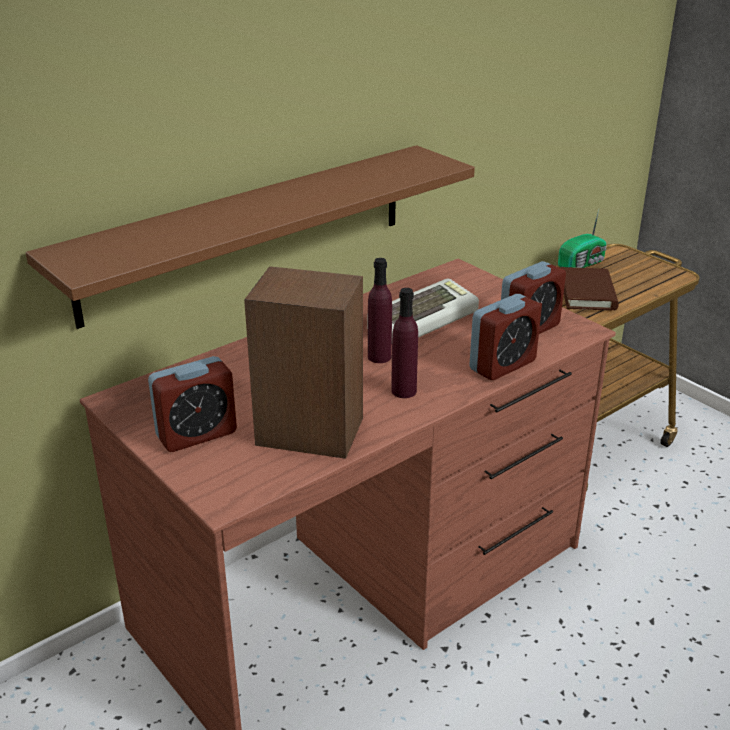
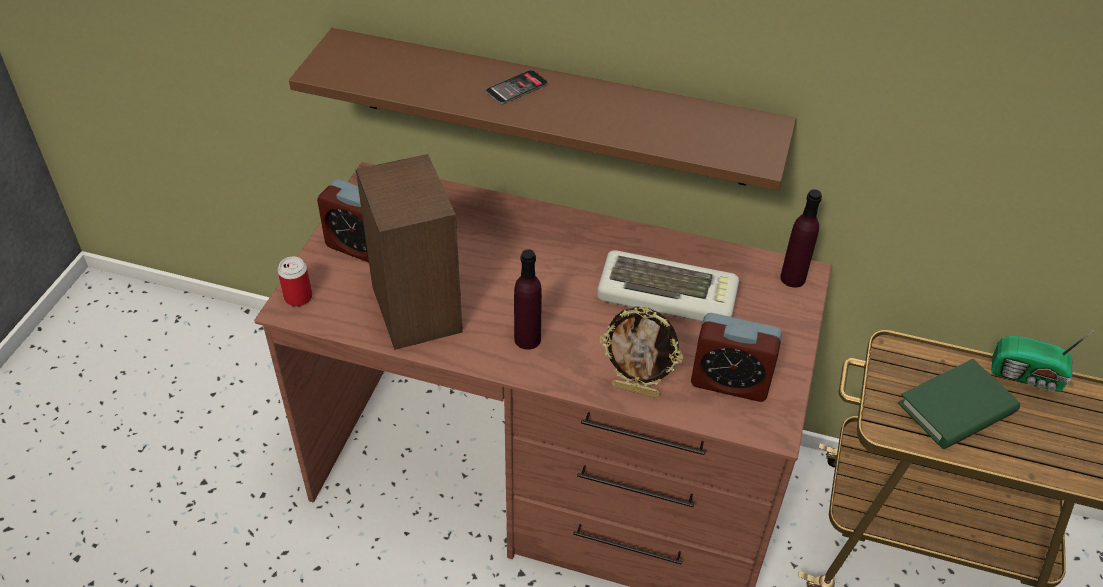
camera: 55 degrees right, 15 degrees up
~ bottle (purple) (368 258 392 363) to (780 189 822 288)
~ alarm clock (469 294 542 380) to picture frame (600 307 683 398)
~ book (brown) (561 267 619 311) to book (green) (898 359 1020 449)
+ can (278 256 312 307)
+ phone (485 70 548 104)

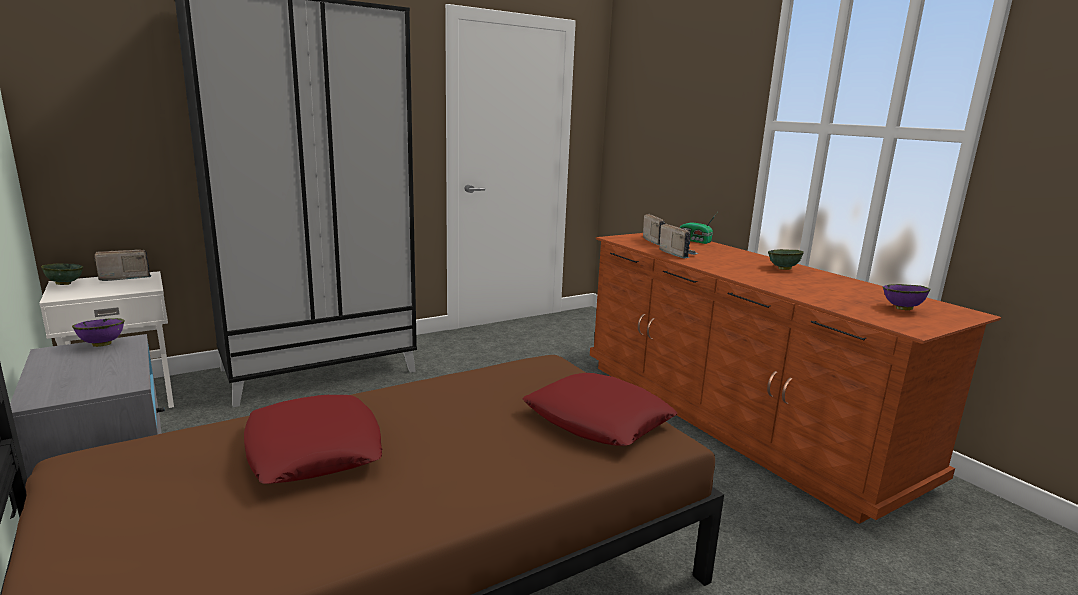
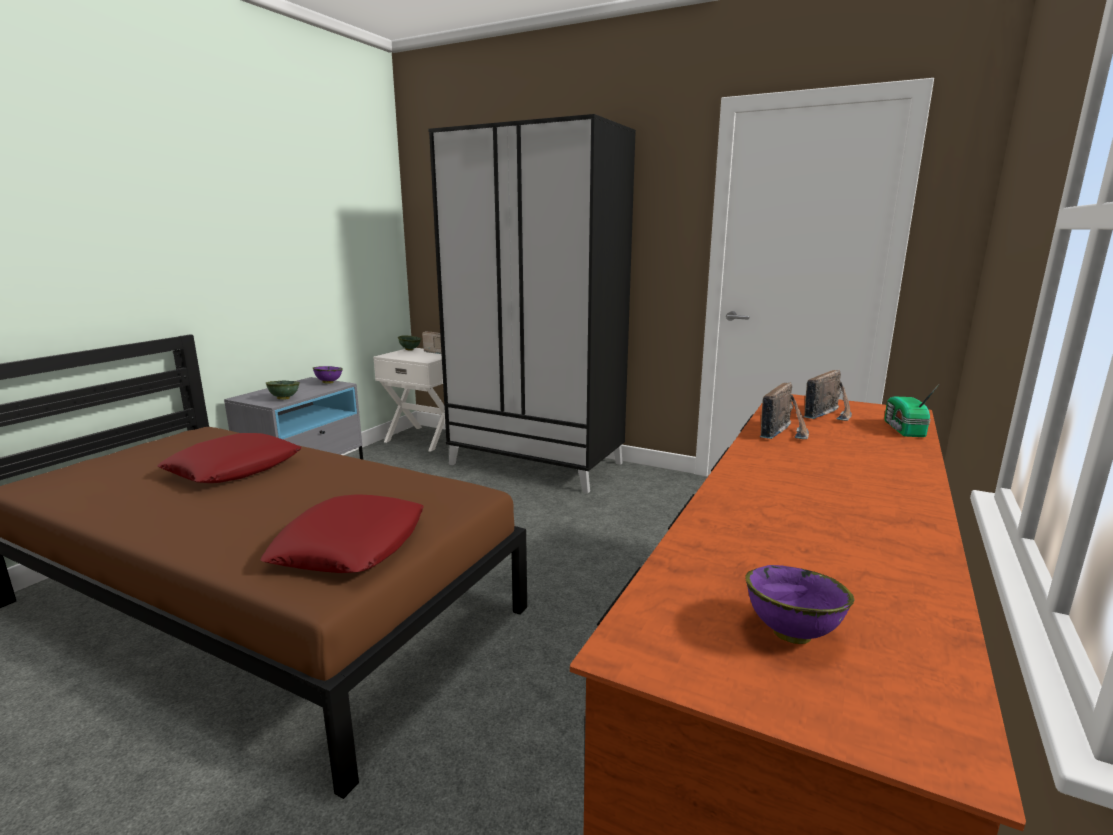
camera: 60 degrees right, 0 degrees up
~ bowl (green) (768 249 804 270) to (266 381 300 400)

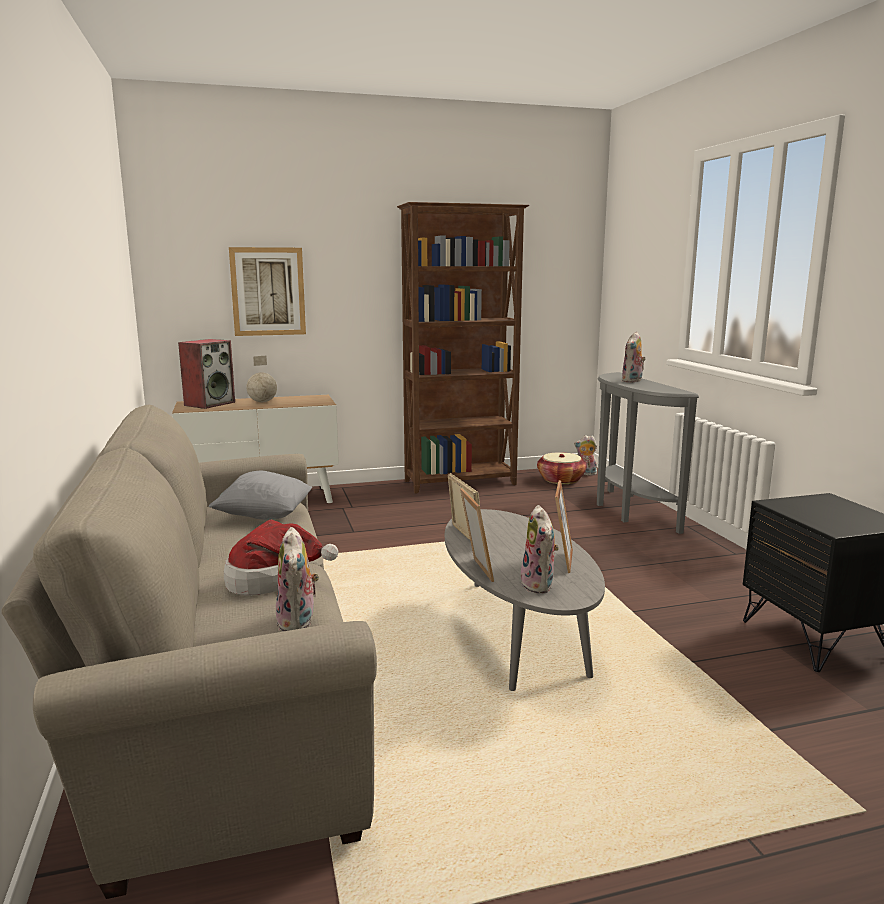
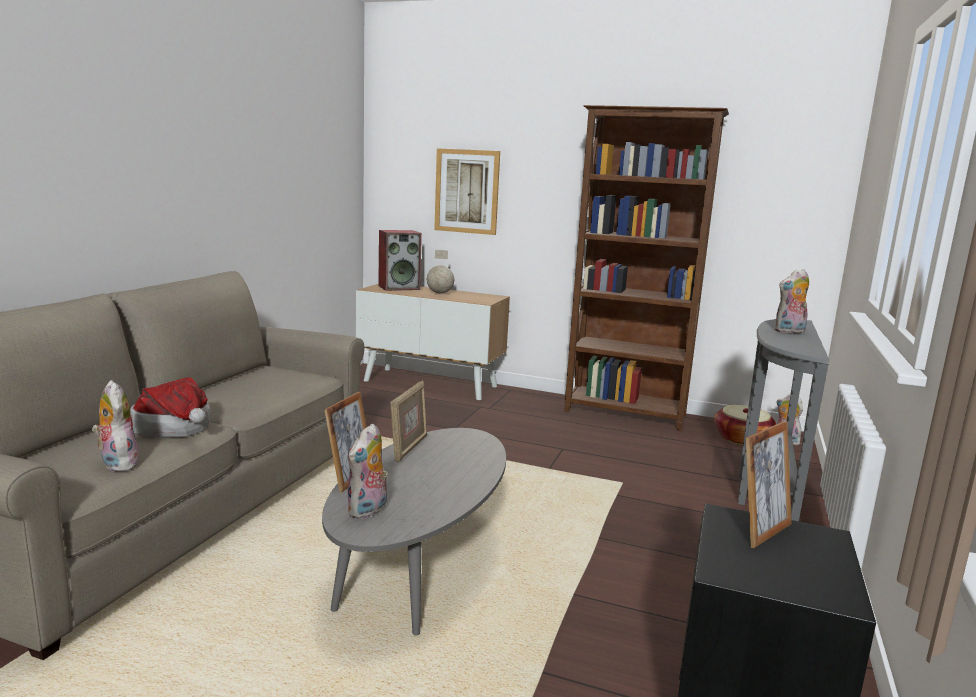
camera: 35 degrees right, 0 degrees up
- pillow (grey) (209 471 312 520)
~ plush toy (276 527 319 631) = (92 380 140 472) 120 degrees clockwise
~ picture frame (555 480 573 573) to (746 421 792 548)

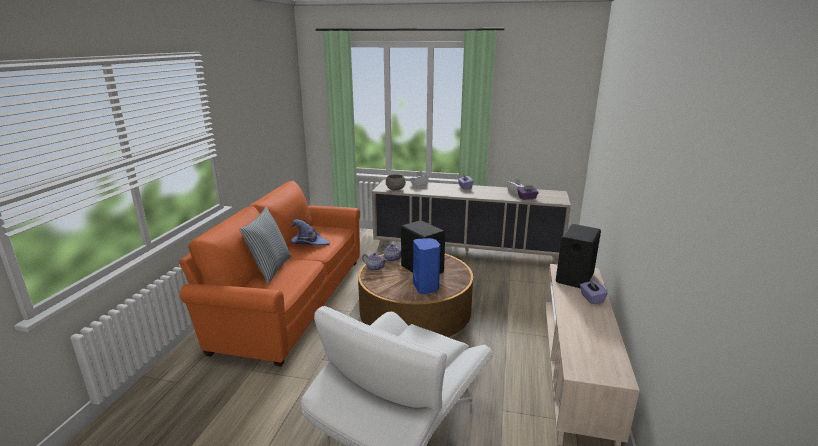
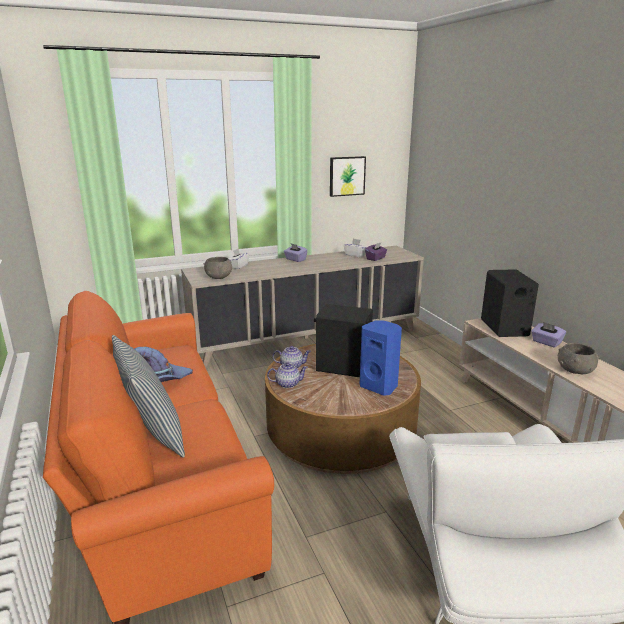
camera: 35 degrees left, 0 degrees up
+ picture (330 156 366 197)
+ bowl (grey) (558 343 600 374)

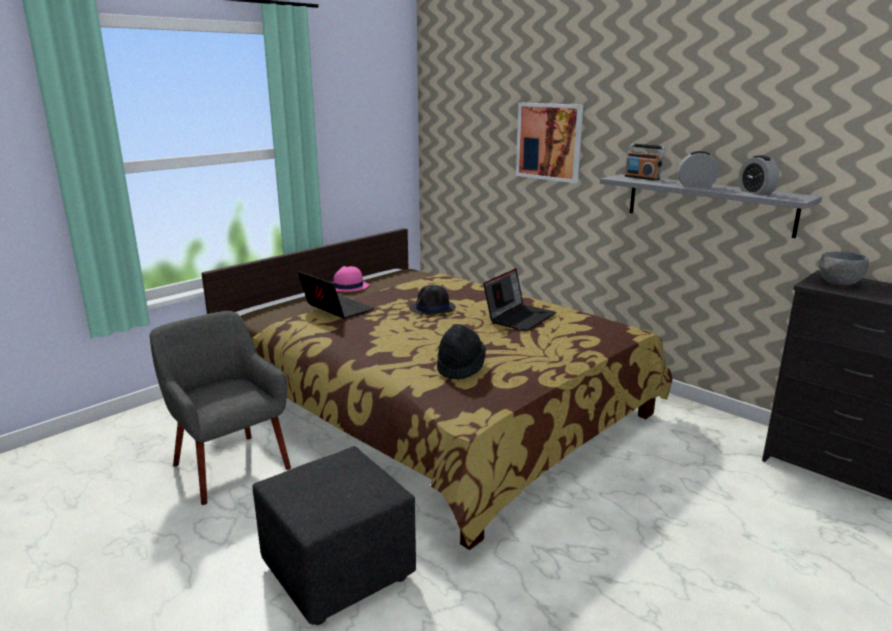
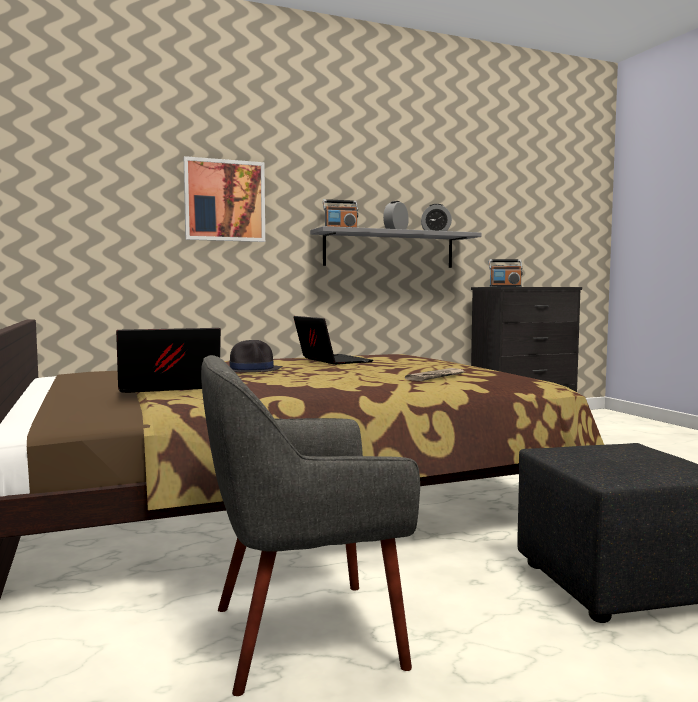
camera: 65 degrees left, 15 degrees down
- hat (pink) (332 266 369 292)
~ hat (black) (437 324 486 380) to newspaper (405 368 465 381)
~ bowl (grey) (819 251 869 286) to radio (489 259 523 287)

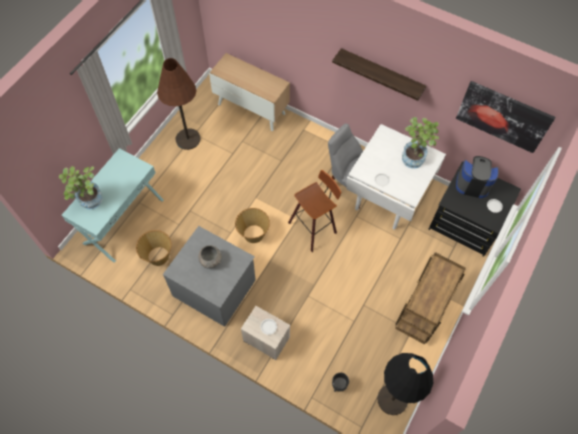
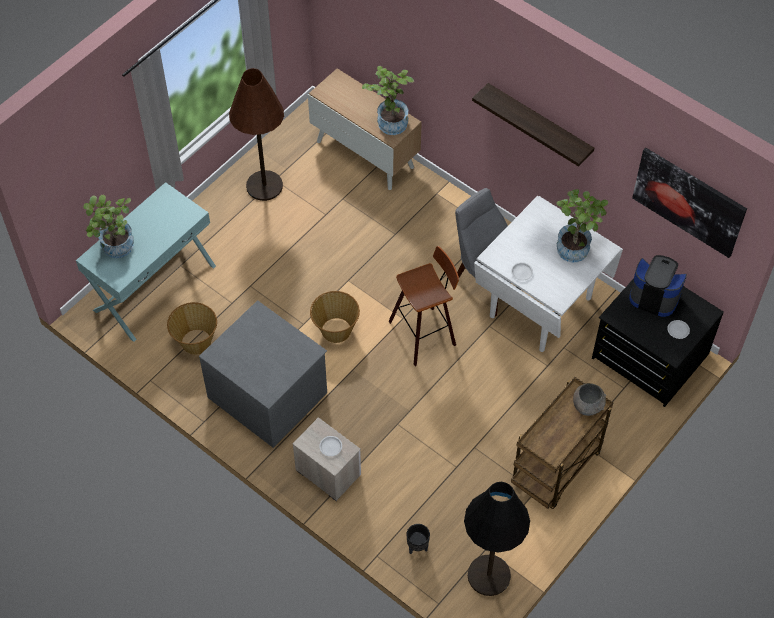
camera: 10 degrees right, 5 degrees down
~ bowl (grey) (198 245 221 269) to (573 383 606 416)
+ potted plant (362 66 414 135)

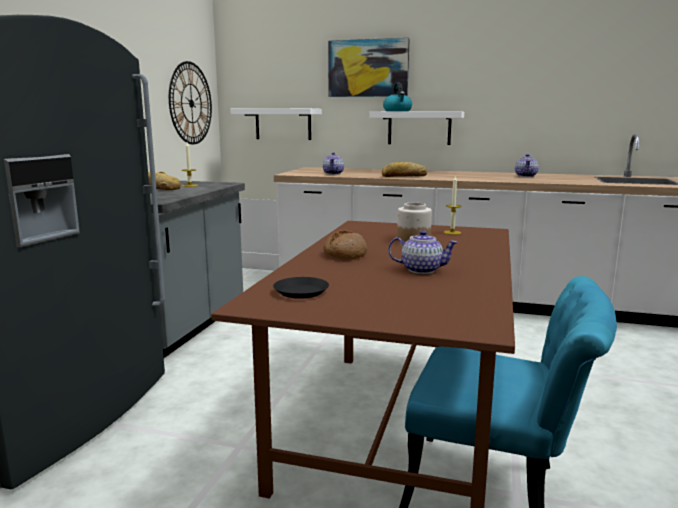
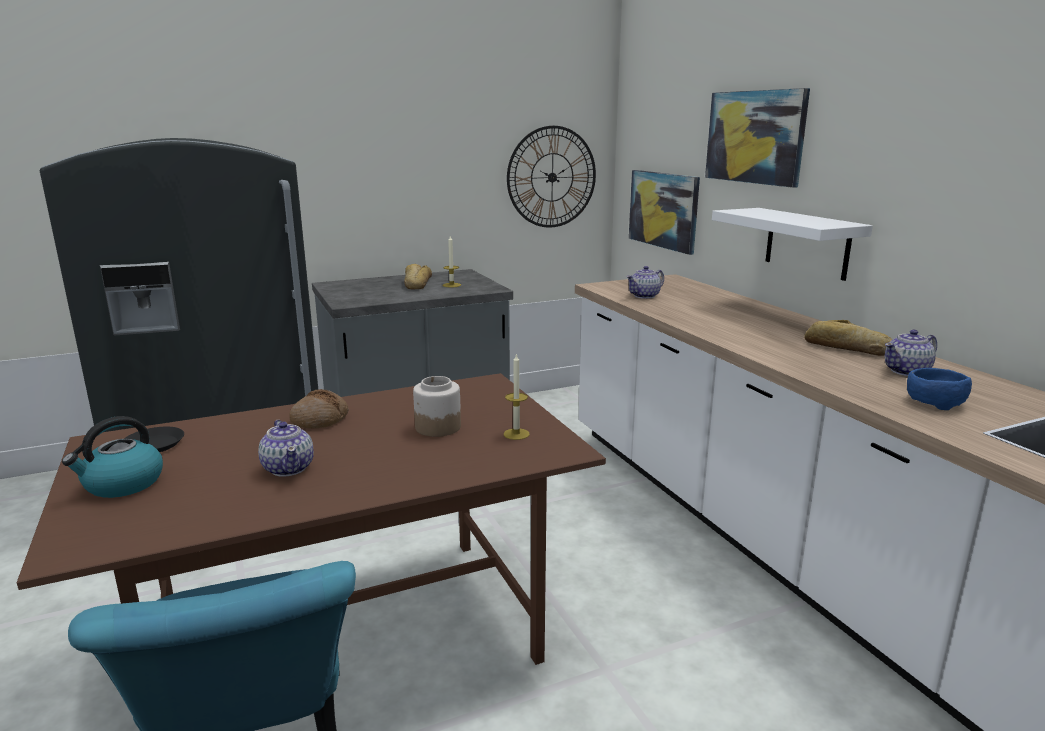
camera: 50 degrees right, 5 degrees up
~ shelf (white) (231 108 322 140) to picture (629 170 700 255)
~ bread (382 162 427 177) to (804 320 893 356)
~ kettle (383 83 412 111) to (62 416 163 498)
+ bowl (blue) (907 368 972 410)

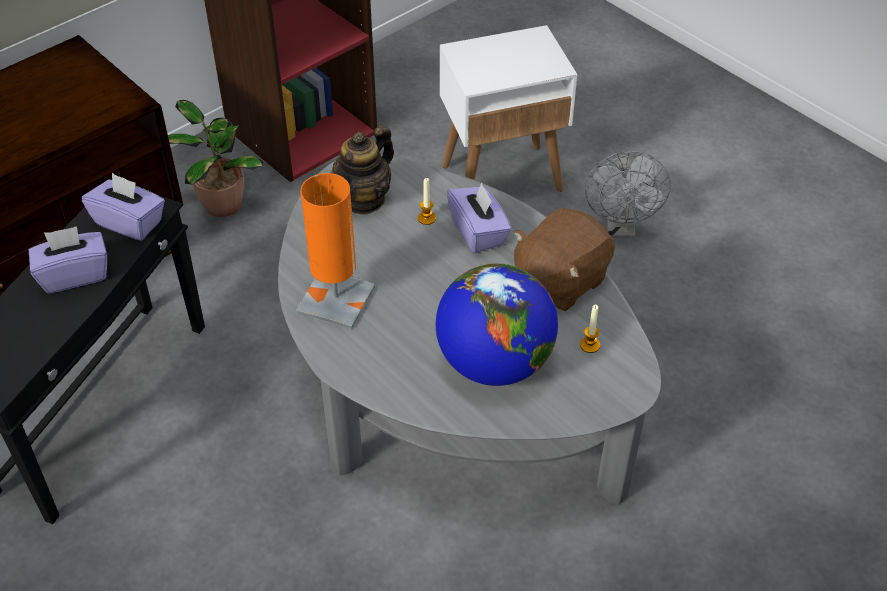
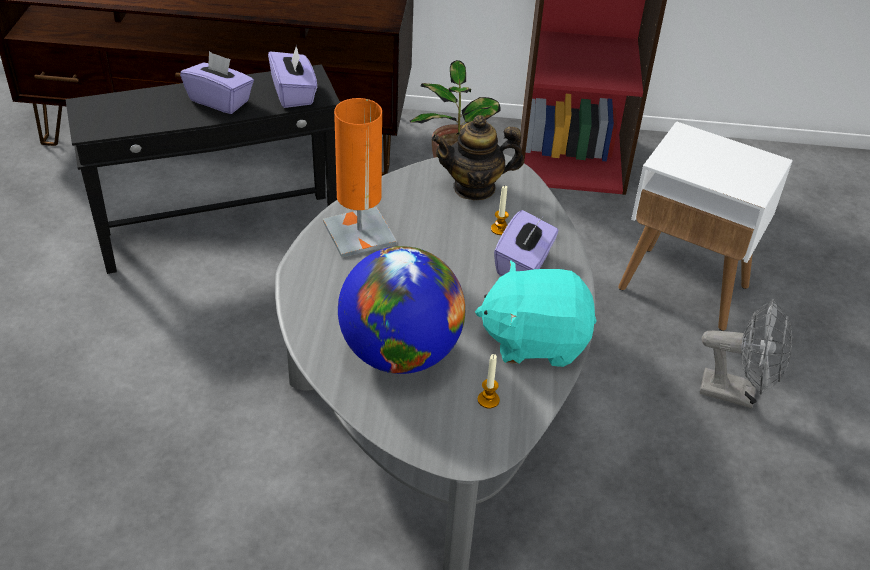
camera: 45 degrees right, 5 degrees down
~ plush toy (brown) (513 208 615 311) to plush toy (turquoise) (475 260 596 367)
~ fan (grey) (585 151 671 238) = (699 299 792 408) 120 degrees counterclockwise

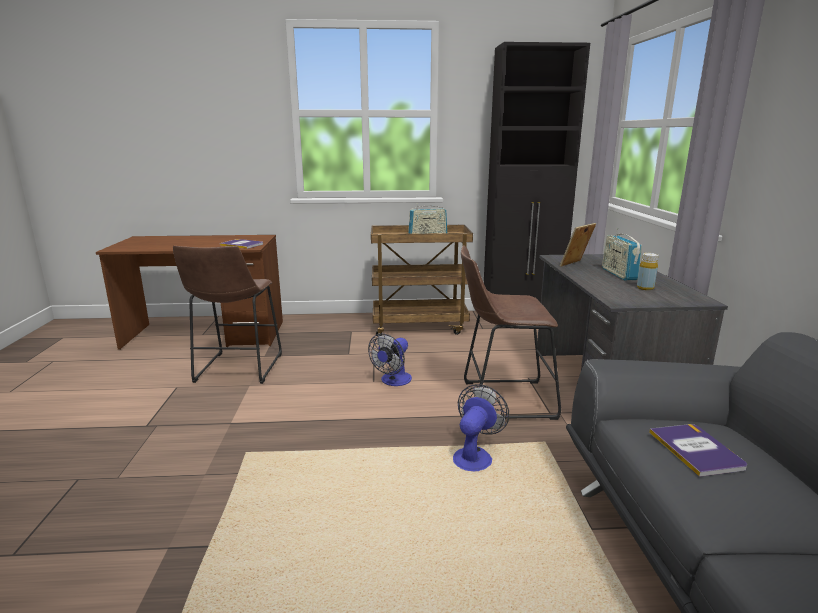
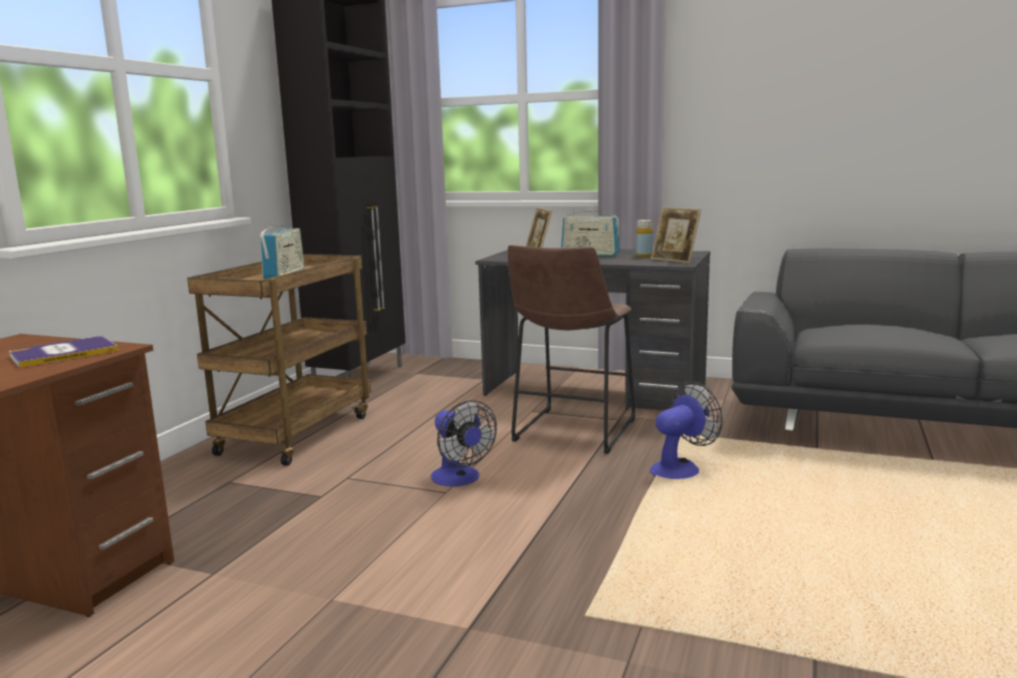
camera: 65 degrees left, 5 degrees down
- stool (brown) (173 246 282 384)
~ fan (453 384 509 471) = (650 381 723 479) 90 degrees clockwise
- book (649 424 747 477)
+ picture frame (651 207 701 263)

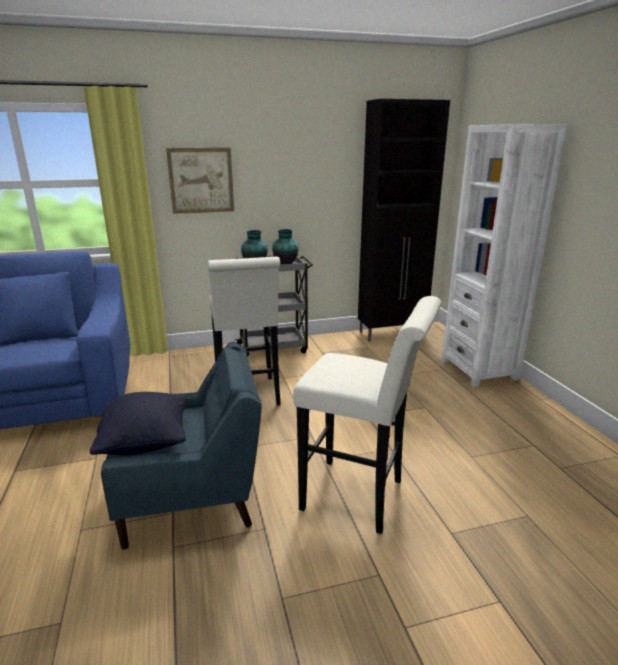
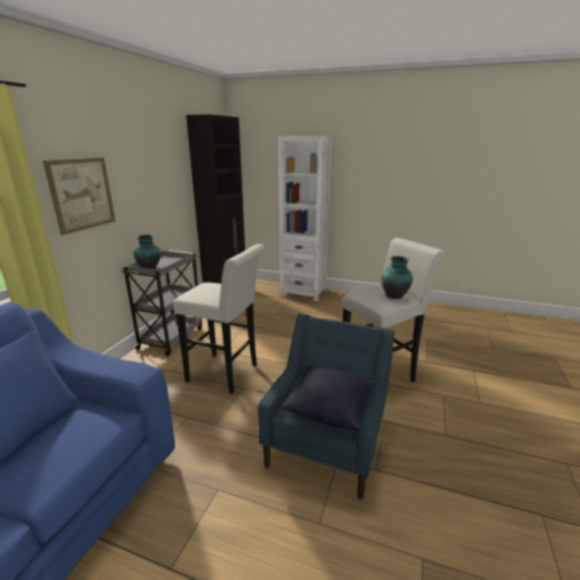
camera: 55 degrees left, 0 degrees up
~ vase (272 229 298 264) to (381 256 413 299)

